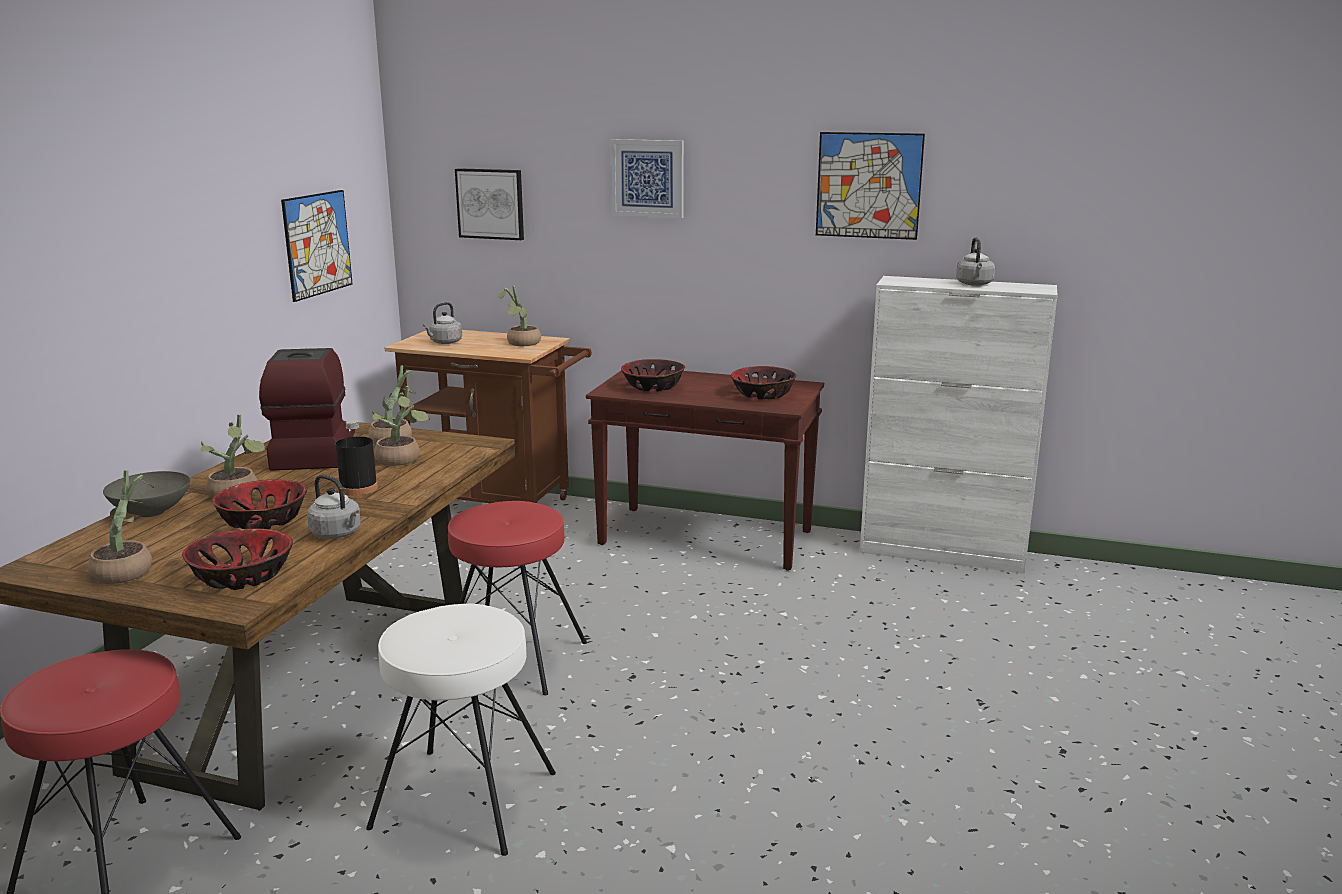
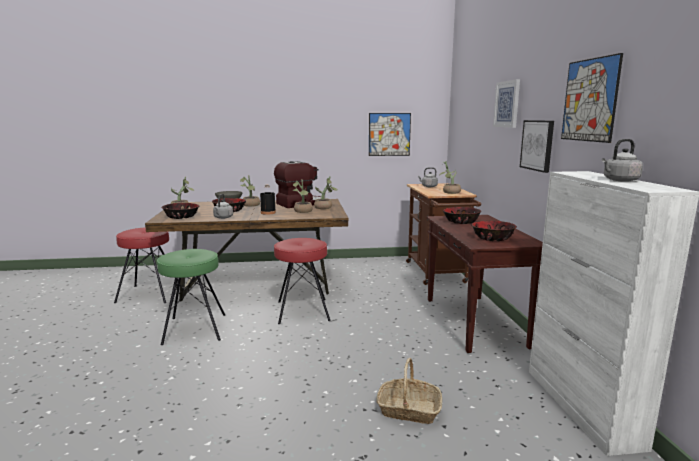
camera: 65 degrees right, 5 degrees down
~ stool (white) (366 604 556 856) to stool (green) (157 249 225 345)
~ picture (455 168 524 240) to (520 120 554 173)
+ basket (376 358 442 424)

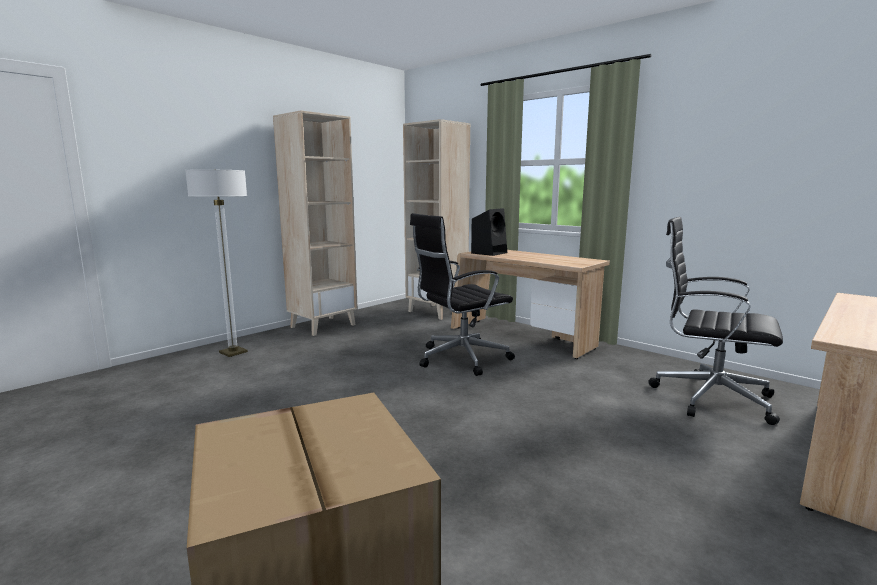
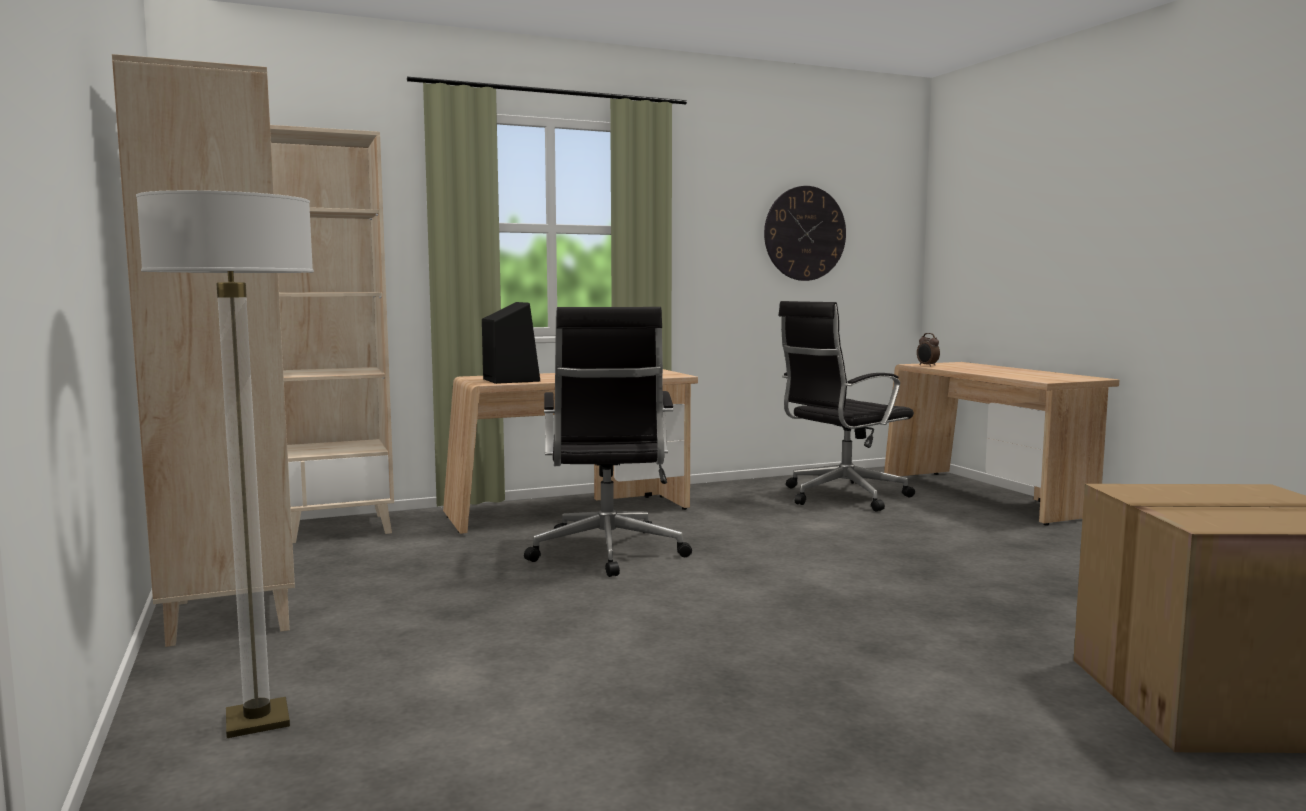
camera: 65 degrees left, 5 degrees down
+ wall clock (764 186 846 281)
+ alarm clock (917 333 940 367)

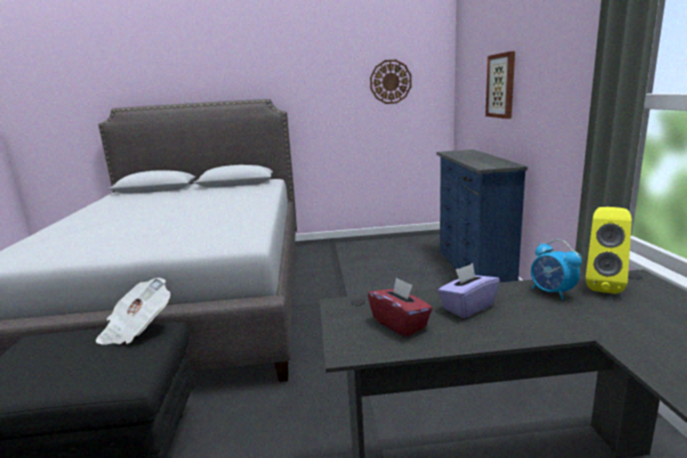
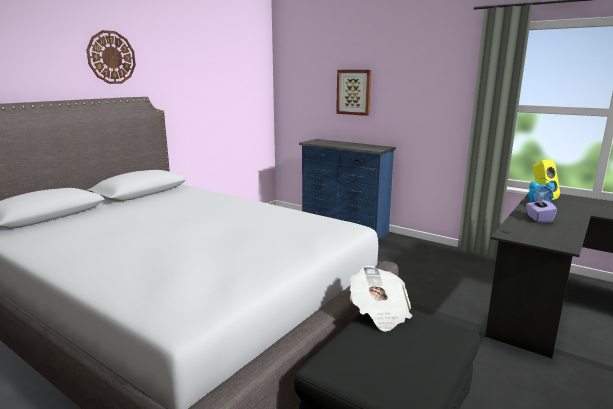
camera: 50 degrees left, 0 degrees up
- tissue box (red) (368 277 433 337)
~ wall clock (370 60 412 104) to (86 30 136 84)

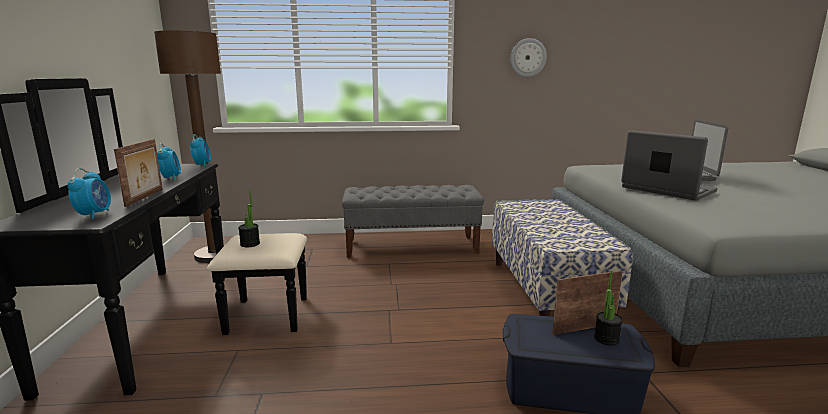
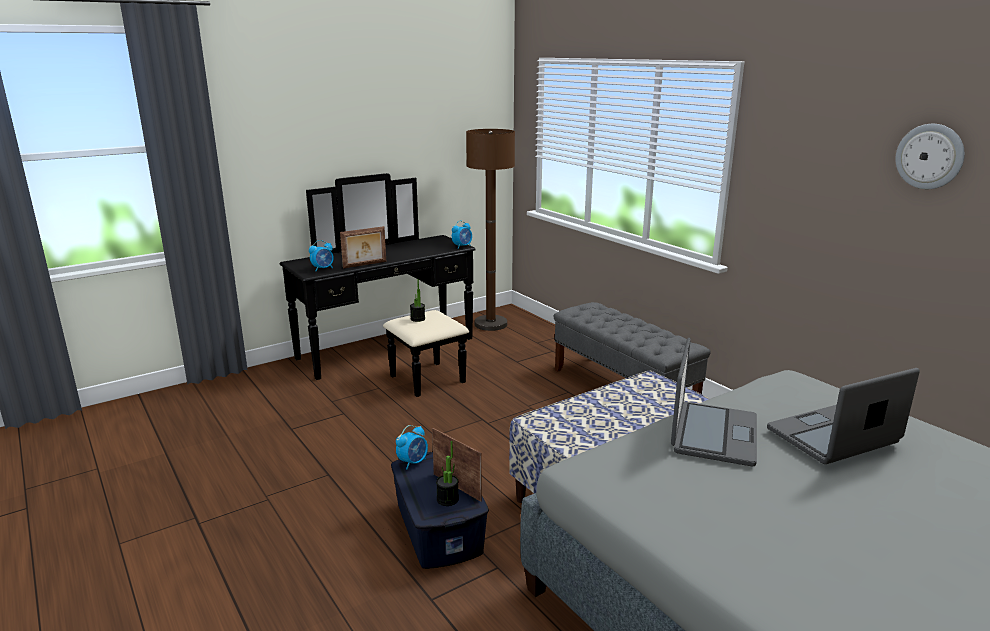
camera: 60 degrees right, 5 degrees up
~ alarm clock (157 143 181 180) to (396 425 428 470)
~ wall clock (510 38 547 77) to (895 124 965 189)

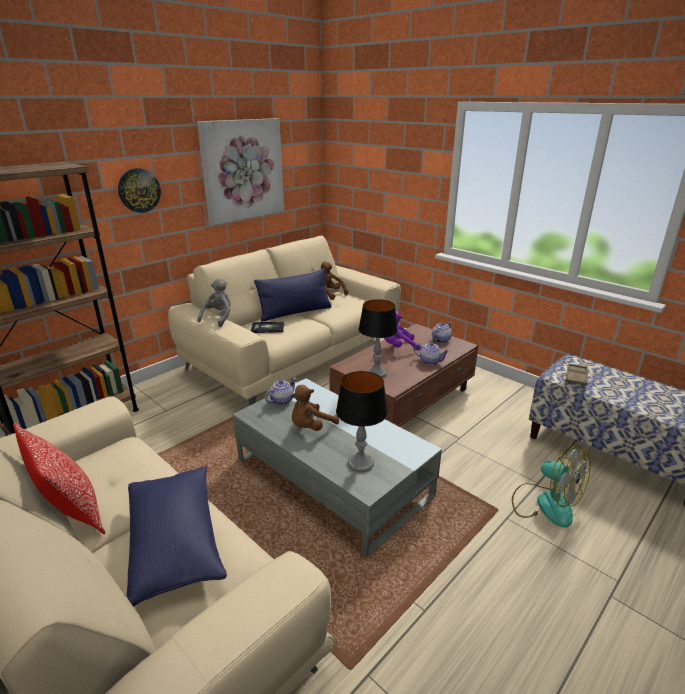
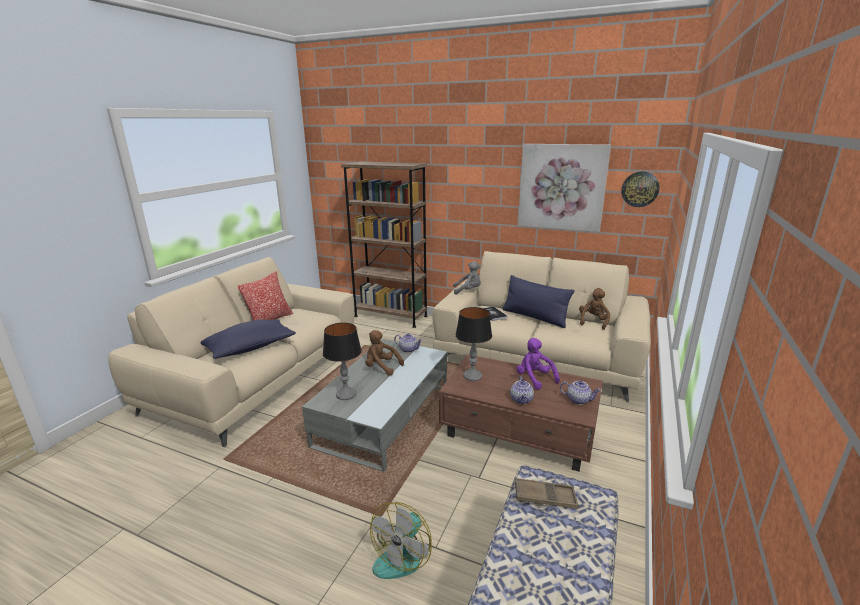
camera: 70 degrees right, 5 degrees down
~ wall clock (118 168 161 213) to (621 172 659 207)

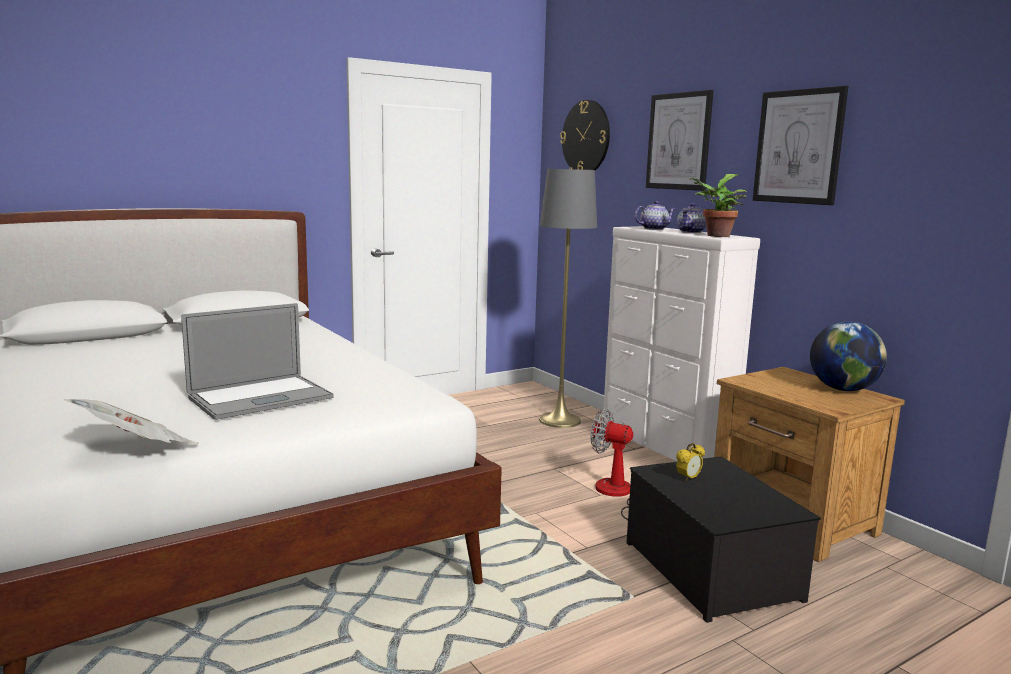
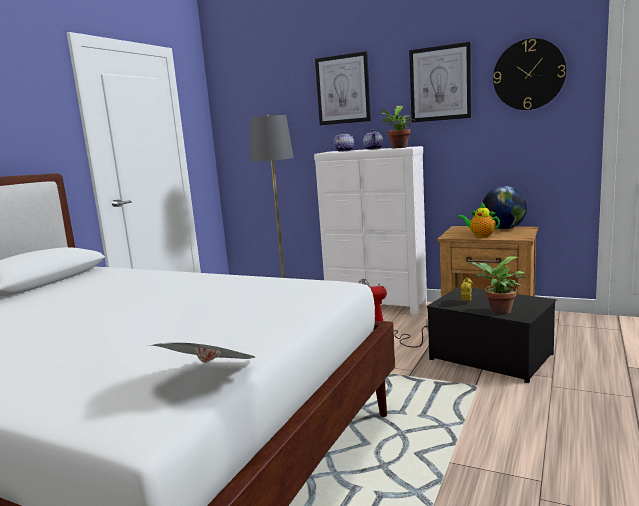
camera: 30 degrees left, 0 degrees up
- laptop (181 303 334 420)
~ wall clock (560 100 610 170) to (493 38 566 110)
+ teapot (458 203 500 238)
+ potted plant (471 256 526 314)

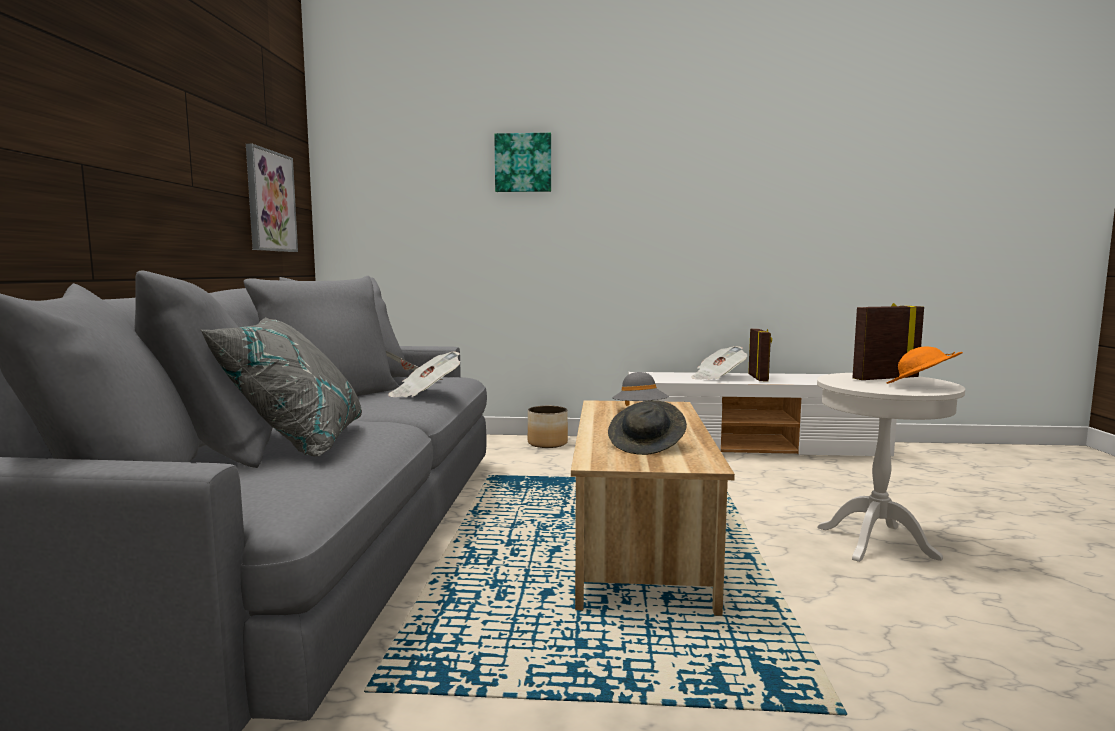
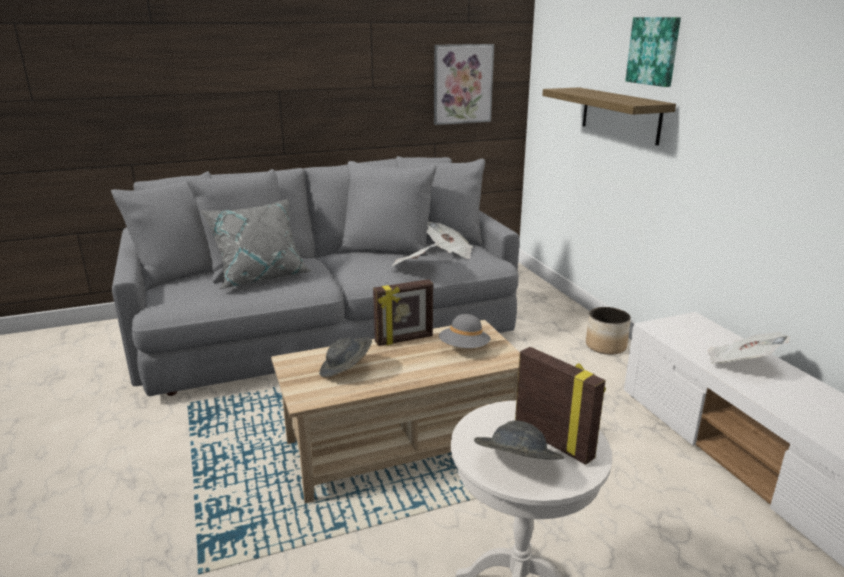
camera: 65 degrees right, 15 degrees up
~ picture frame (748 329 772 381) to (373 279 433 346)
~ hat (orange) (887 347 963 384) to hat (grey) (474 421 564 460)
+ shelf (542 87 676 145)

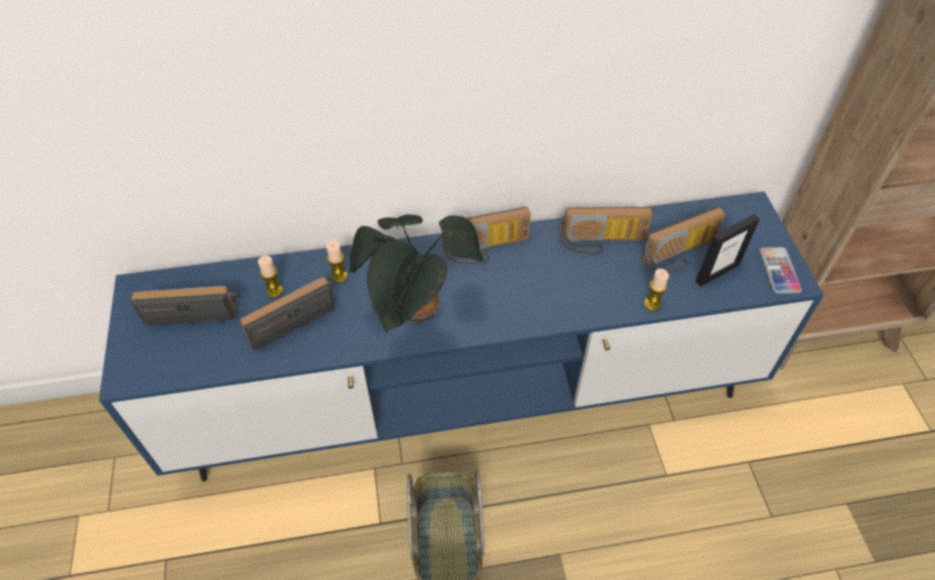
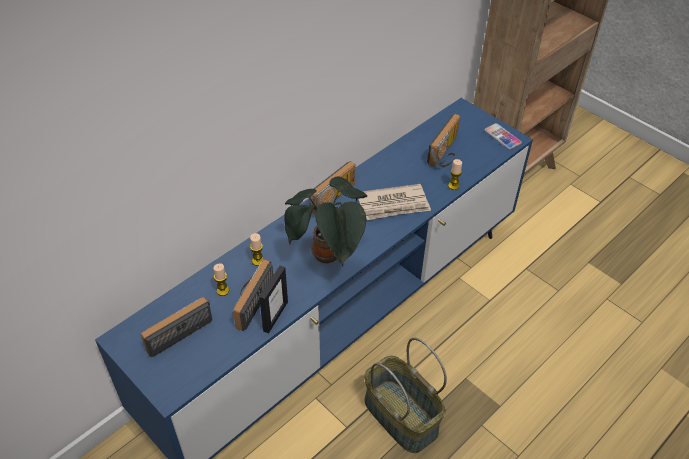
camera: 35 degrees left, 5 degrees down
- radio (559 207 653 255)
~ picture frame (696 214 760 287) to (259 266 288 334)
+ newspaper (359 184 431 220)

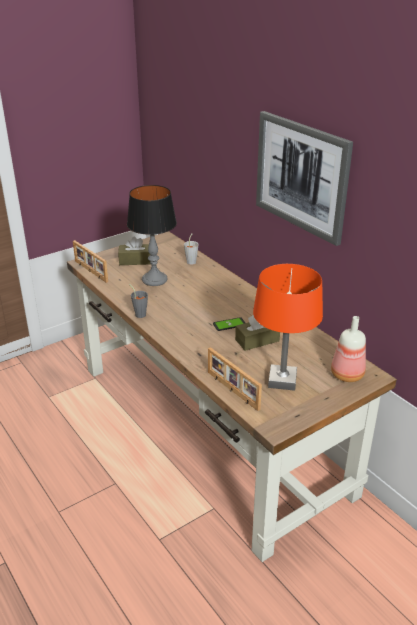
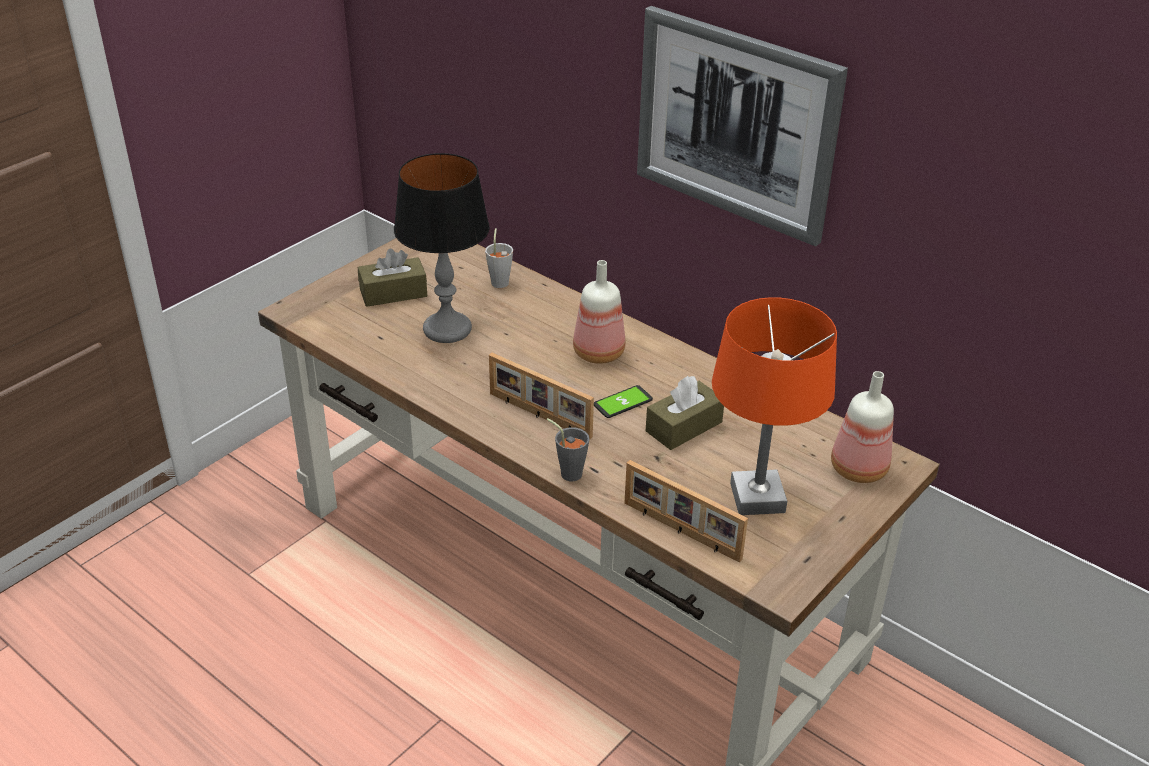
camera: 15 degrees left, 5 degrees up
~ picture frame (73 240 108 283) to (489 353 594 440)
~ cup (grey) (129 284 148 318) to (547 418 589 481)
+ bottle (573 260 625 364)

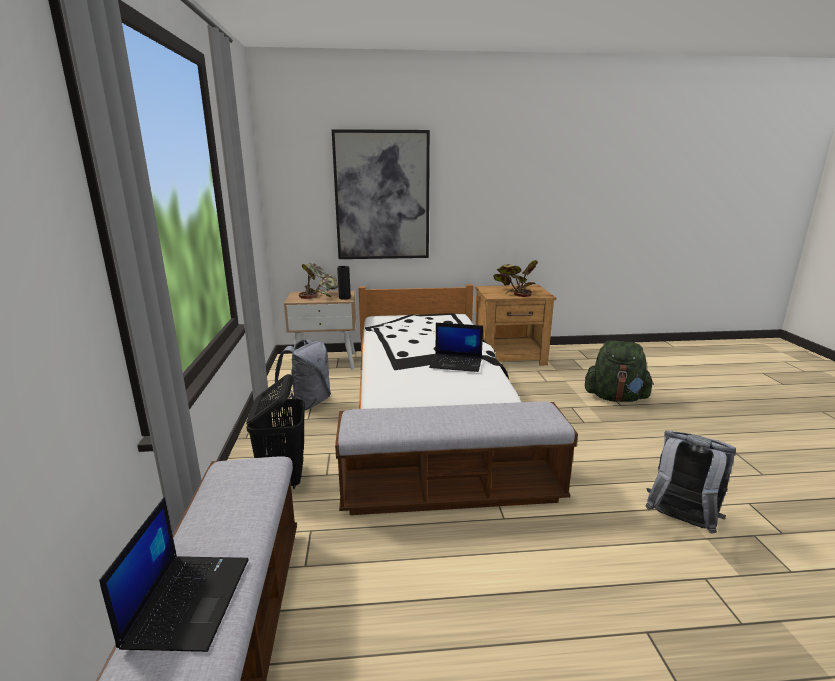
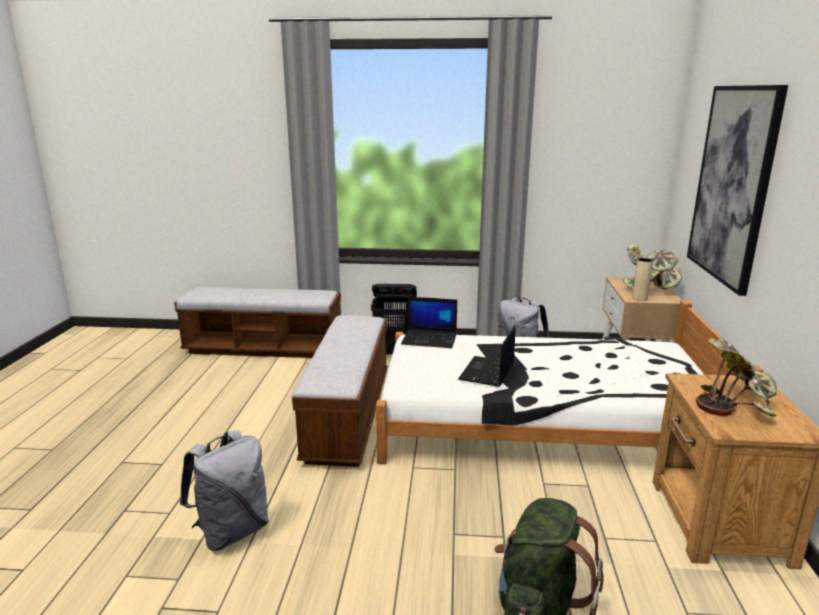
camera: 100 degrees right, 0 degrees up
~ laptop (99 497 249 652) to (401 297 457 348)
~ vase (black) (337 266 351 300) to vase (beige) (632 258 653 301)

